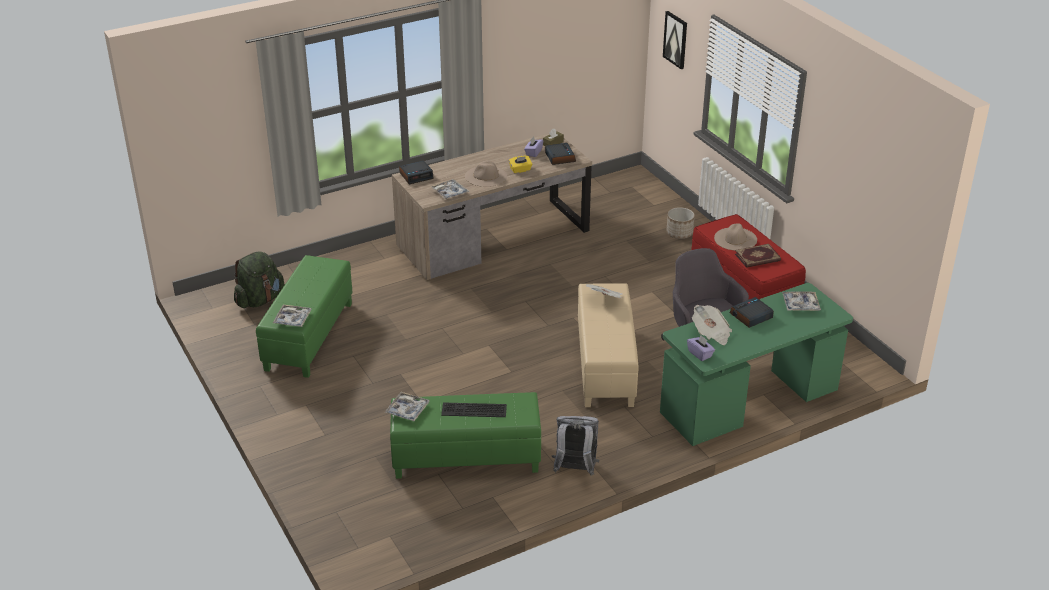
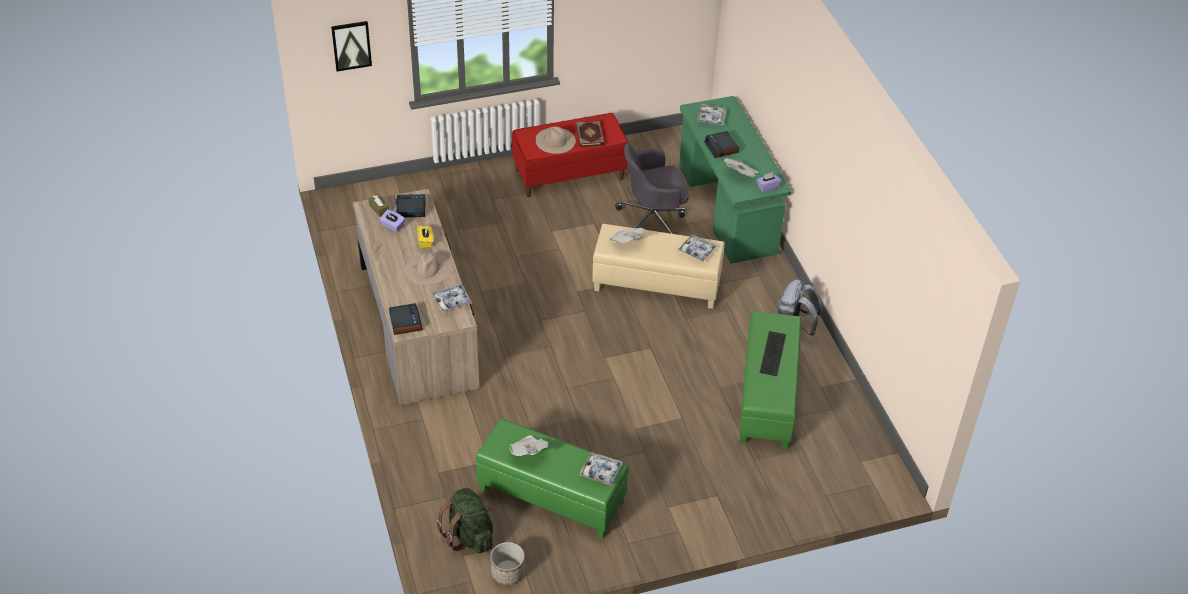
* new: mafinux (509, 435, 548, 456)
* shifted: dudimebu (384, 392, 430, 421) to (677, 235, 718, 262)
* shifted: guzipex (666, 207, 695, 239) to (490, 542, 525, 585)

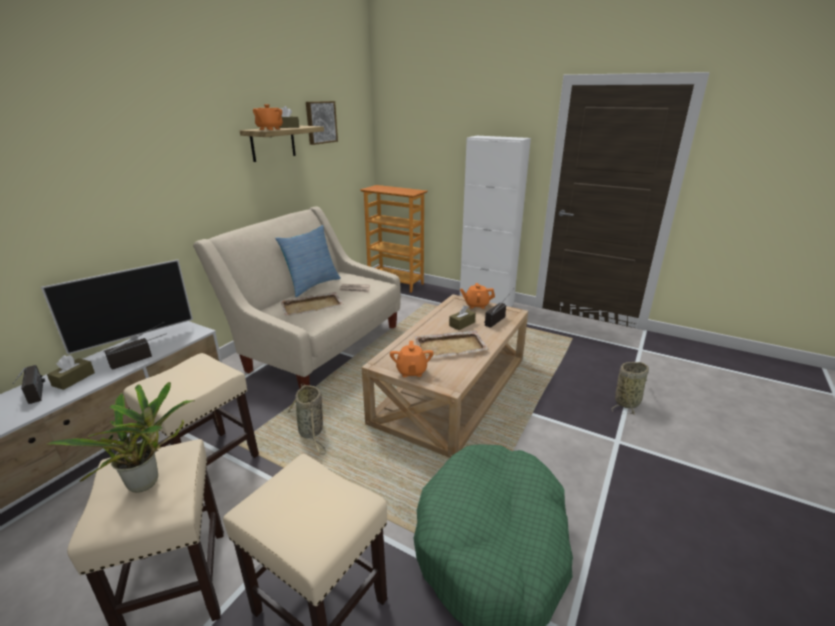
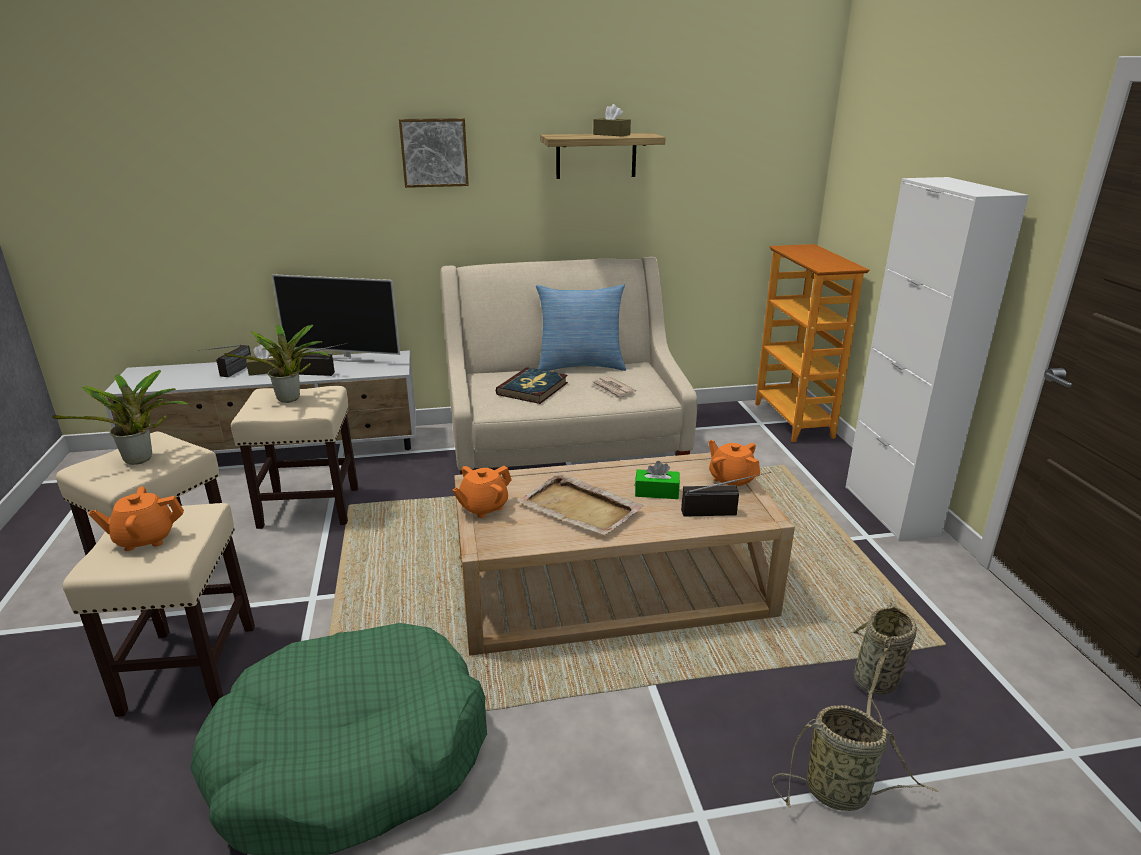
* new: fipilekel (224, 325, 331, 403)
* shifted: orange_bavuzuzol (253, 104, 283, 130) to (88, 487, 184, 551)
* shifted: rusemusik (286, 384, 327, 455) to (850, 600, 917, 724)
* shifted: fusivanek (306, 101, 338, 145) to (399, 118, 469, 188)
* swapped: beige_dudimebu (280, 292, 344, 316) to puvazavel (496, 367, 568, 404)
* repainted: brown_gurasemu (449, 305, 476, 330) to green_gurasemu (635, 461, 680, 499)

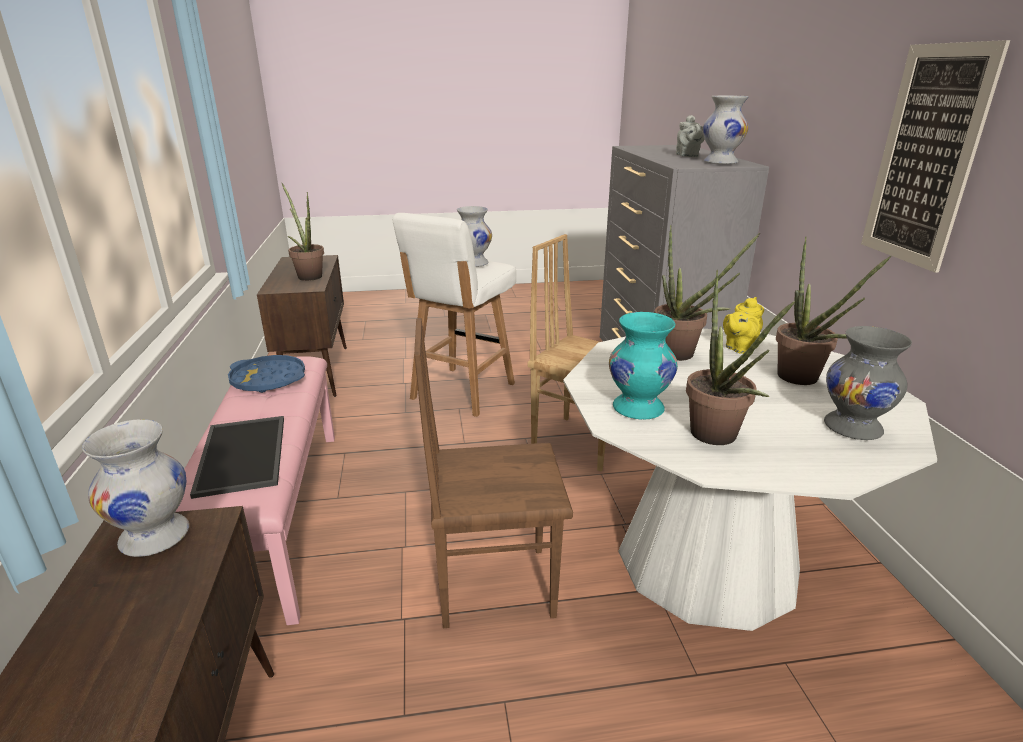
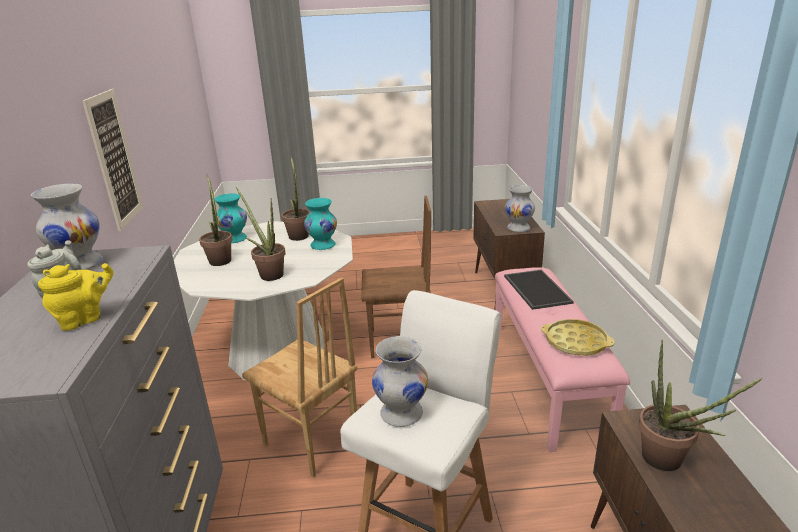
* shifted: yellow_bavuzuzol (723, 297, 764, 354) to (38, 263, 114, 331)
* repainted: blue_dudimebu (228, 355, 305, 393) to yellow_dudimebu (541, 319, 615, 356)
* repainted: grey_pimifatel (824, 326, 912, 440) to turquoise_pimifatel (214, 193, 247, 243)

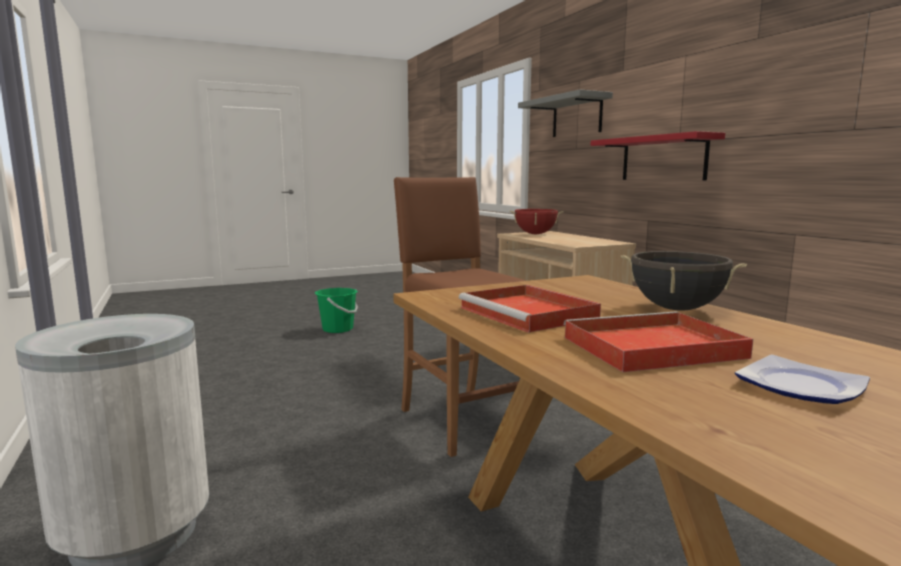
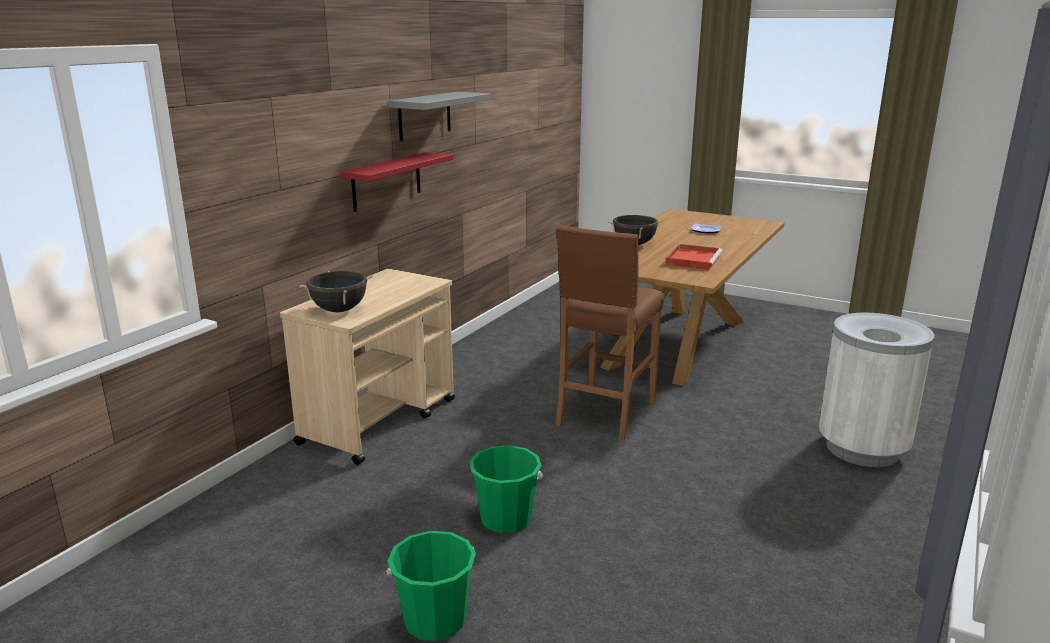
* gone: red_dudimebu (563, 311, 753, 372)
* new: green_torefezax (469, 445, 543, 533)
* shifted: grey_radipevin (518, 89, 613, 137) to (388, 92, 491, 141)
* repainted: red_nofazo (510, 209, 563, 234) to black_nofazo (300, 271, 373, 312)

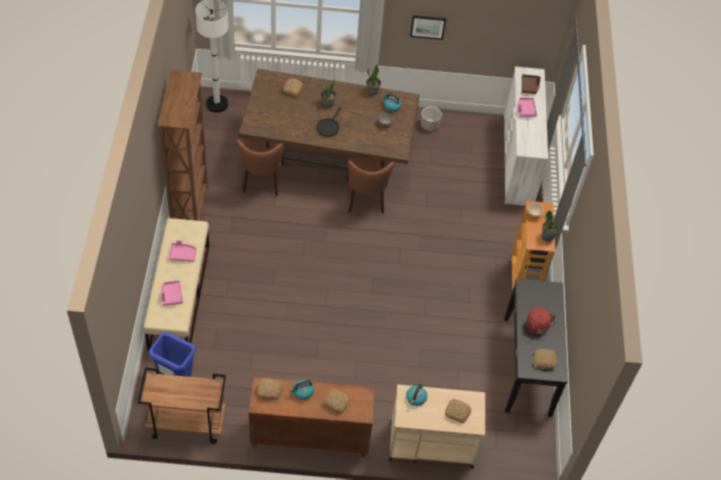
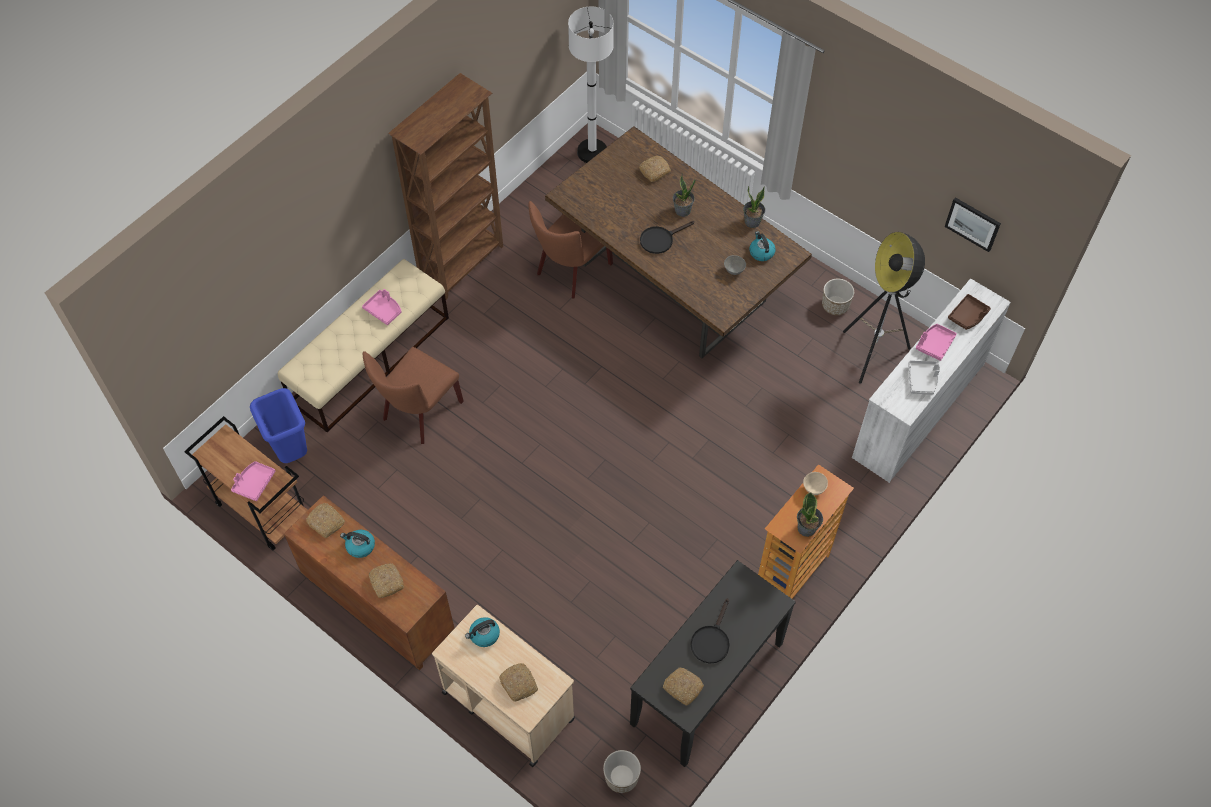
* new: guzipex (603, 750, 641, 793)
* new: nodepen (843, 232, 925, 384)
* new: grey_dudimebu (908, 360, 940, 395)
* shifted: pink_dudimebu (161, 280, 183, 306) to (231, 461, 275, 501)
* shifted: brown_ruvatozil (346, 157, 395, 214) to (363, 347, 464, 444)
* shifted: fusivanek (410, 15, 446, 40) to (945, 197, 1001, 252)
* swapped: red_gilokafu (526, 307, 556, 334) to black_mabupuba (690, 598, 730, 664)

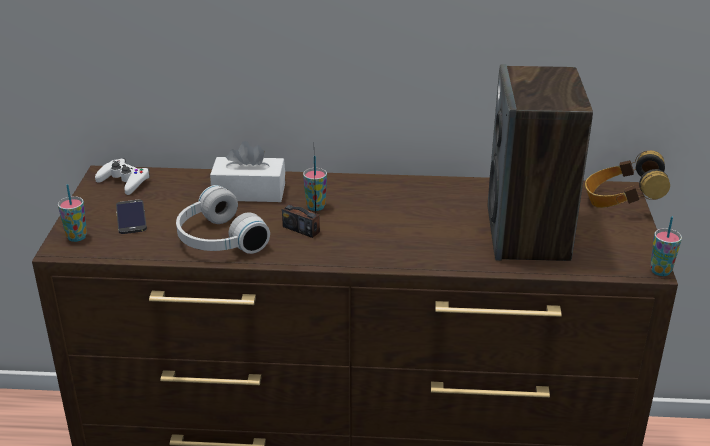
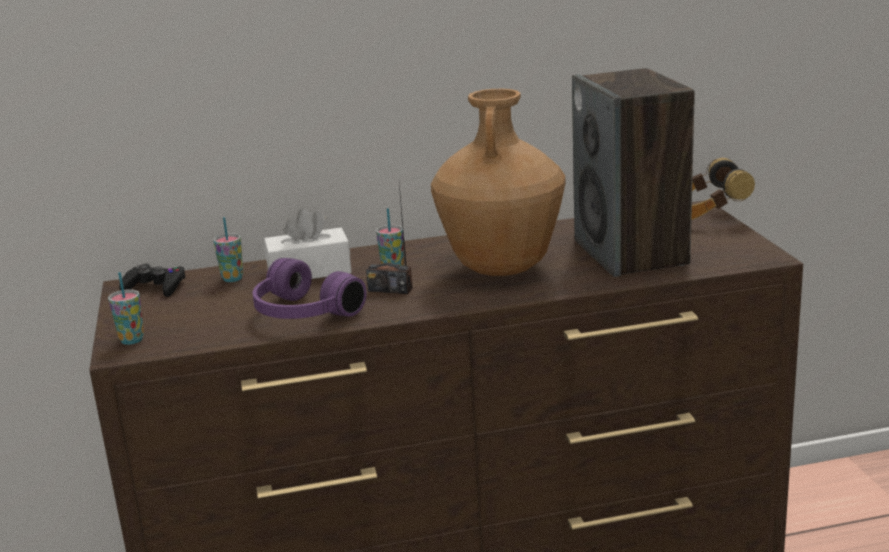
* gone: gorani (116, 200, 147, 234)
* new: brown_pimifatel (431, 89, 565, 276)
* shifted: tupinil (650, 217, 682, 276) to (213, 217, 243, 282)
* repainted: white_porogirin (95, 158, 150, 195) to black_porogirin (119, 264, 185, 297)
* repainted: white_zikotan (176, 185, 270, 254) to purple_zikotan (253, 258, 367, 319)

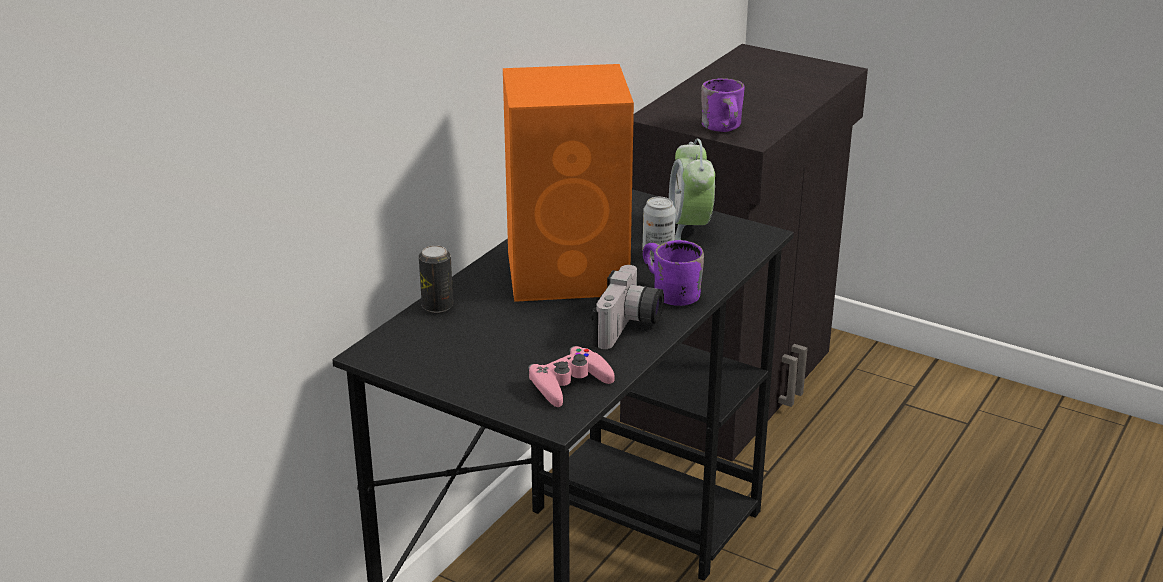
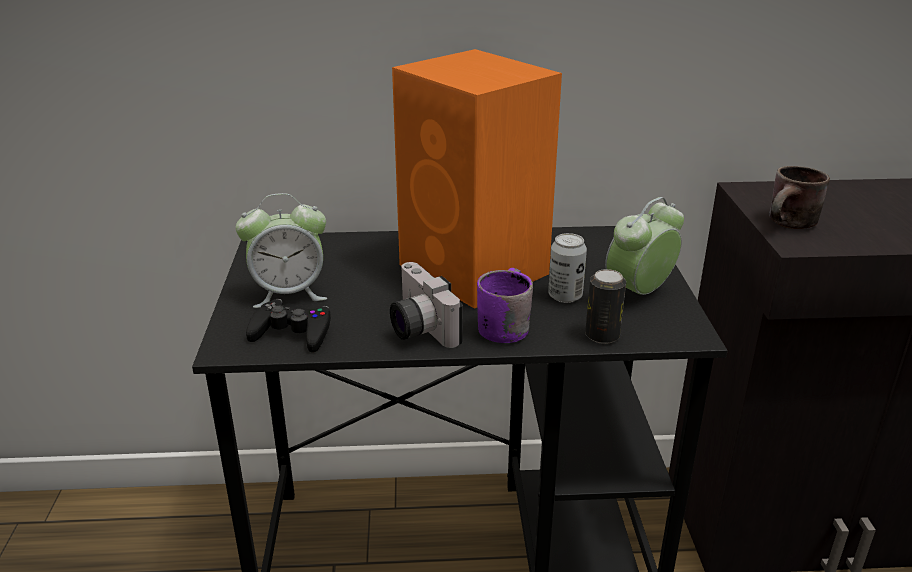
* new: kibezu (236, 193, 327, 308)
* shifted: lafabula (419, 245, 453, 313) to (585, 269, 626, 344)
* repainted: pink_porogirin (528, 346, 615, 407) to black_porogirin (246, 299, 331, 353)
* repainted: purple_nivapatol (701, 78, 745, 132) to brown_nivapatol (769, 166, 830, 229)
* rotated: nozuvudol (592, 265, 664, 349) = (390, 262, 463, 348) 75 degrees clockwise

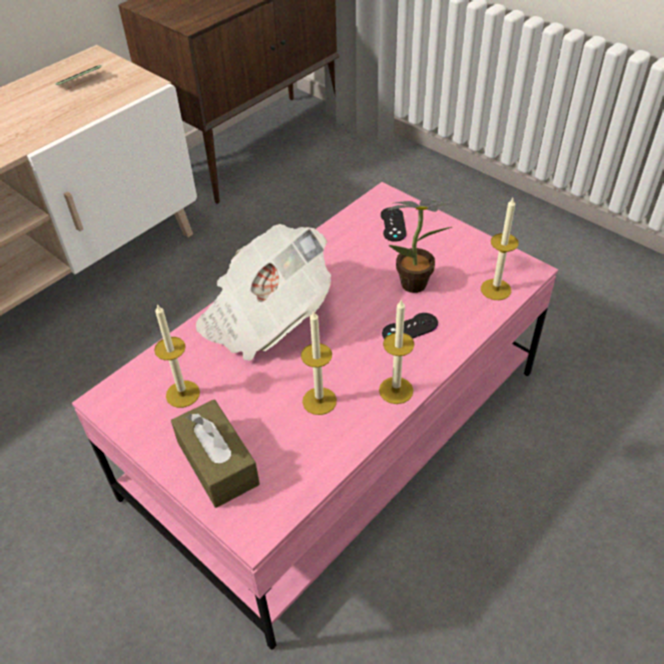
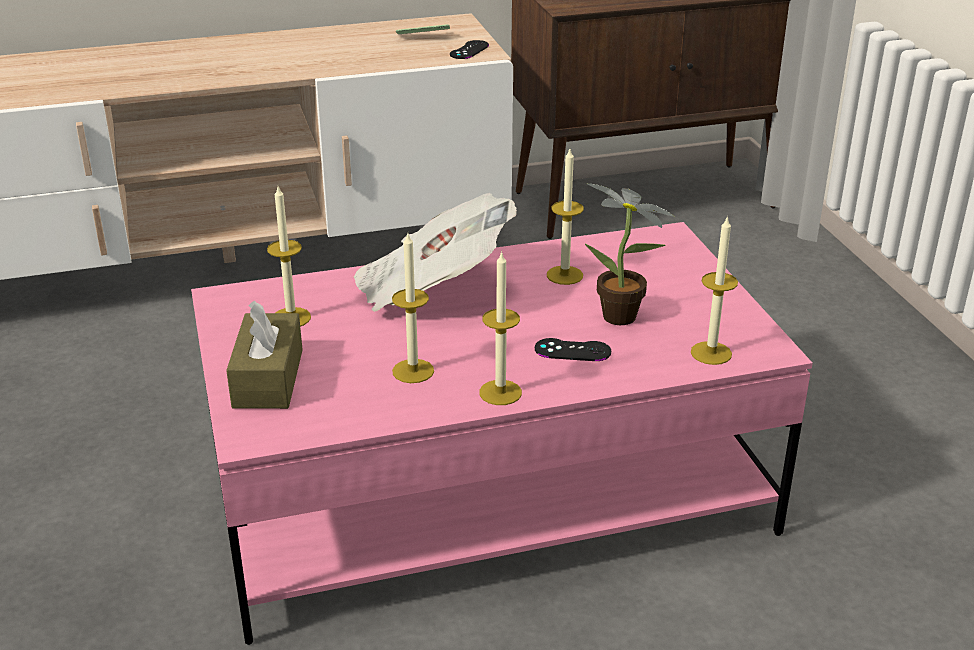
* new: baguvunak (547, 149, 584, 285)
* shifted: black_porogirin (381, 207, 406, 242) to (450, 40, 489, 59)

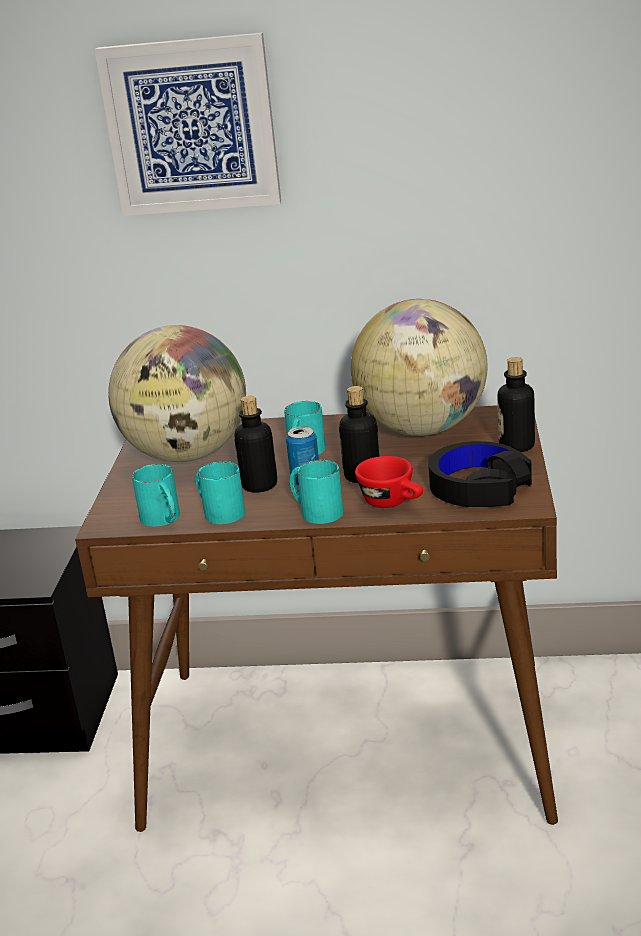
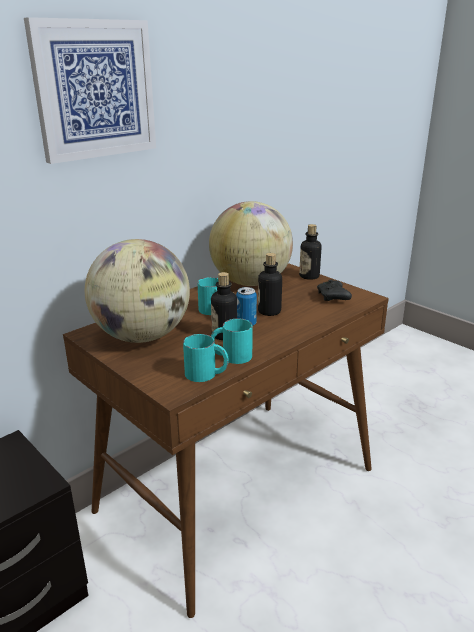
* gone: turquoise_nivapatol (290, 460, 343, 524)
* gone: red_tupinil (355, 456, 423, 508)
* swapped: black_zikotan (428, 441, 532, 507) to black_porogirin (317, 279, 352, 301)

